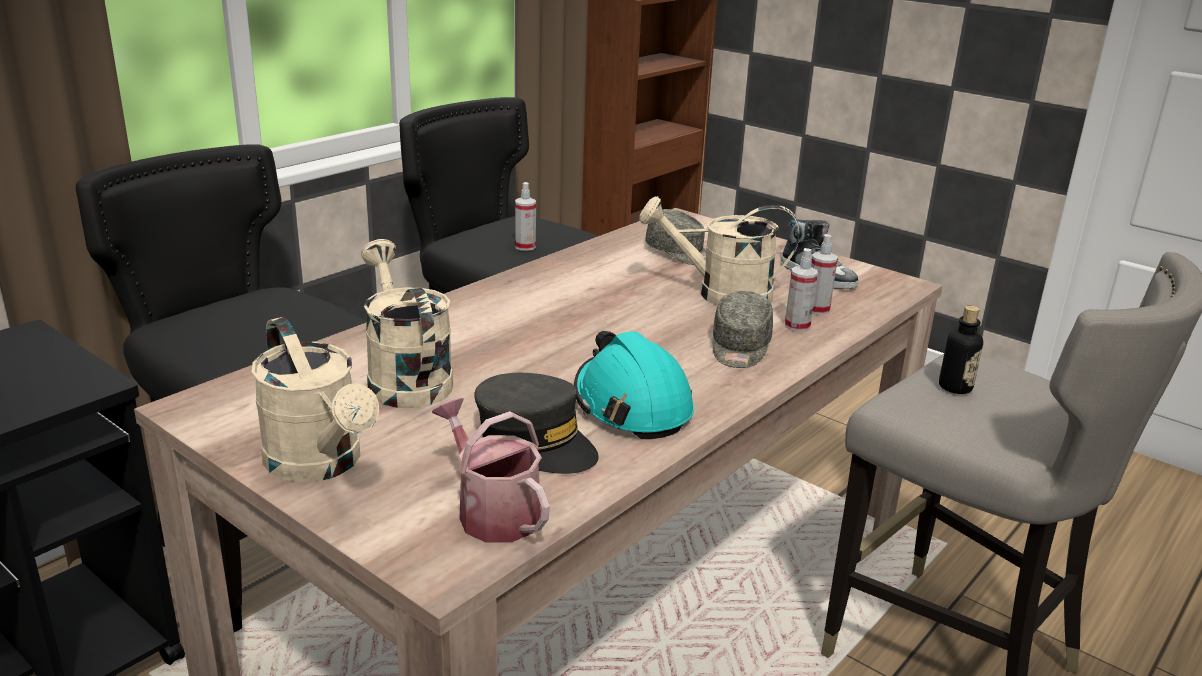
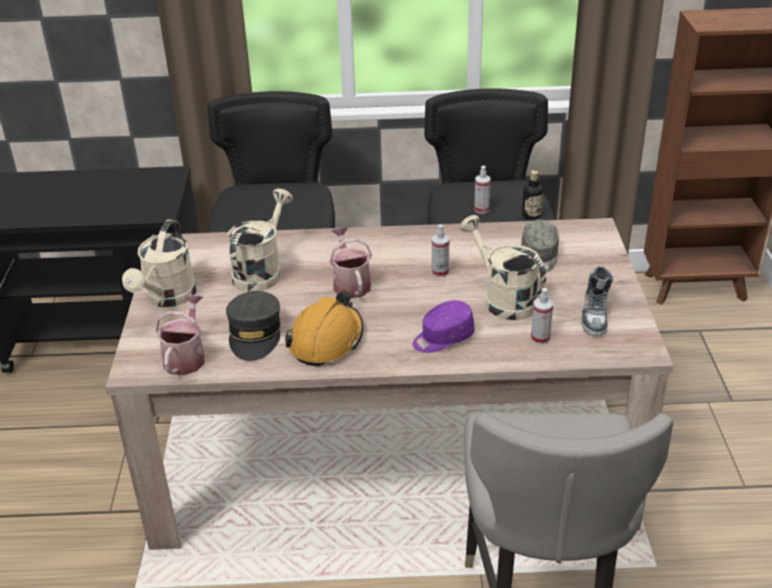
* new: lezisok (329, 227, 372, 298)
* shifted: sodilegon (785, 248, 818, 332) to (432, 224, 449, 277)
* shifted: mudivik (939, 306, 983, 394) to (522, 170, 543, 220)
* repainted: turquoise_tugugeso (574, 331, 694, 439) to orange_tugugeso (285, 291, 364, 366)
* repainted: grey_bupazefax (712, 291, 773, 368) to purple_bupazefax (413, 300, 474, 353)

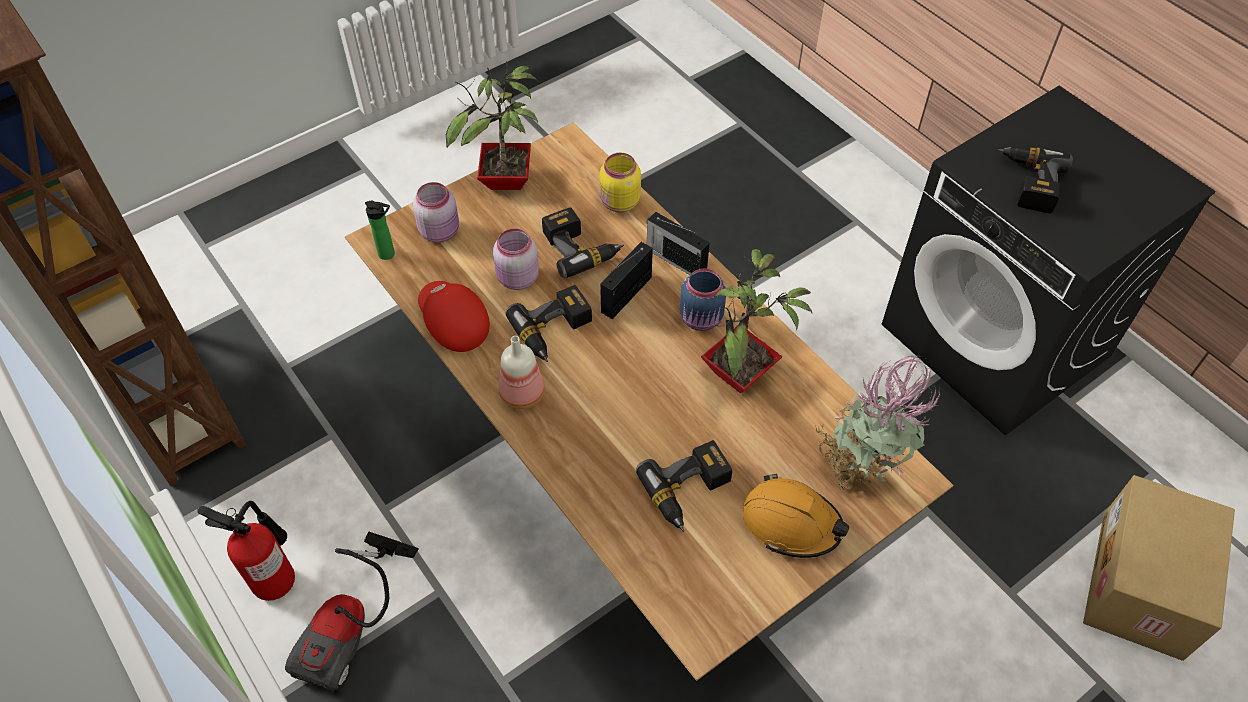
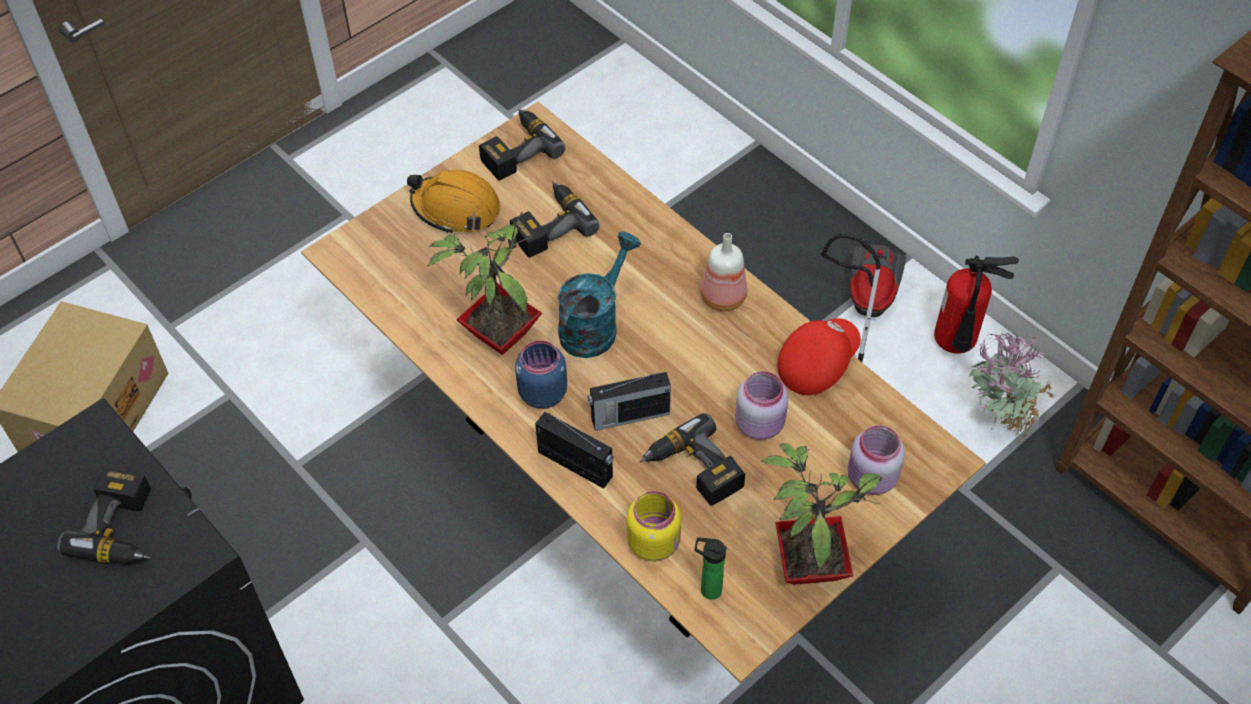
* new: turquoise_lezisok (558, 232, 641, 358)
* shifted: mudivik (365, 201, 395, 260) to (695, 537, 727, 600)
* shifted: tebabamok (506, 285, 592, 362) to (479, 108, 565, 181)
* shifted: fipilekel (815, 356, 940, 495) to (969, 332, 1055, 443)
* rotated: red_bupazefax (418, 281, 490, 352) = (777, 318, 861, 395) 90 degrees counterclockwise
* rotated: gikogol (600, 242, 653, 319) = (588, 372, 671, 431) 45 degrees clockwise

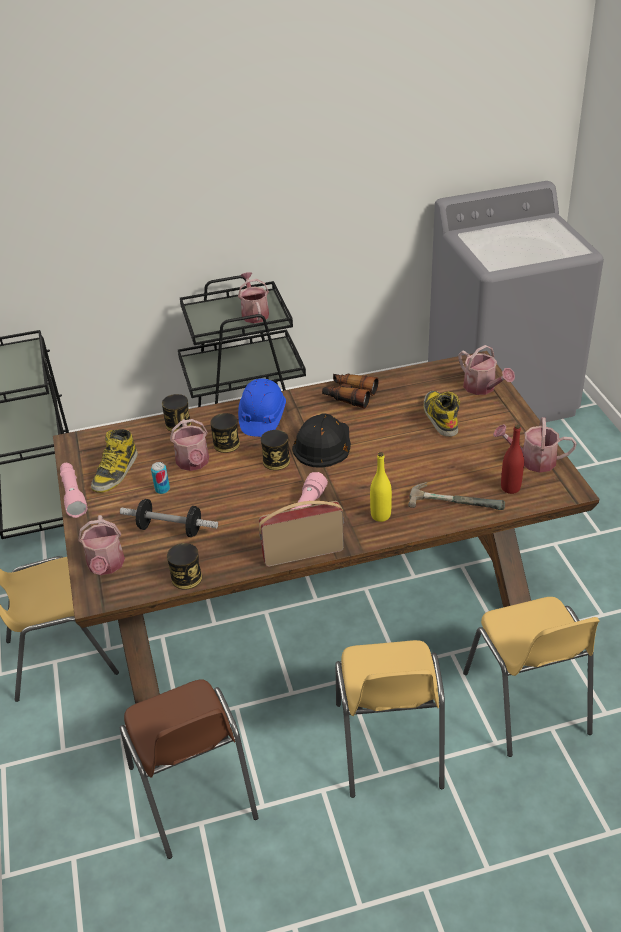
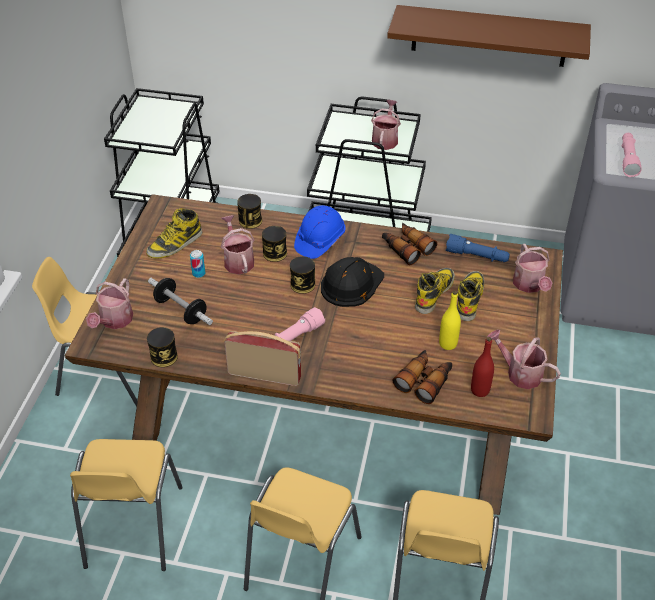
* new: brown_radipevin (387, 5, 591, 67)
* new: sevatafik (415, 268, 455, 314)
* new: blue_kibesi (446, 234, 510, 262)
* shifted: pink_kibesi (60, 463, 87, 518) to (621, 133, 642, 177)
* shifted: yellow_mudivik (370, 452, 392, 522) to (439, 291, 461, 350)
* swapped: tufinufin (408, 482, 505, 510) to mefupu (392, 350, 452, 404)
* repainted: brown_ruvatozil (120, 679, 259, 859) to yellow_ruvatozil (70, 439, 183, 571)
* rotated: lezisok (170, 419, 209, 471) = (221, 215, 254, 274) 150 degrees clockwise

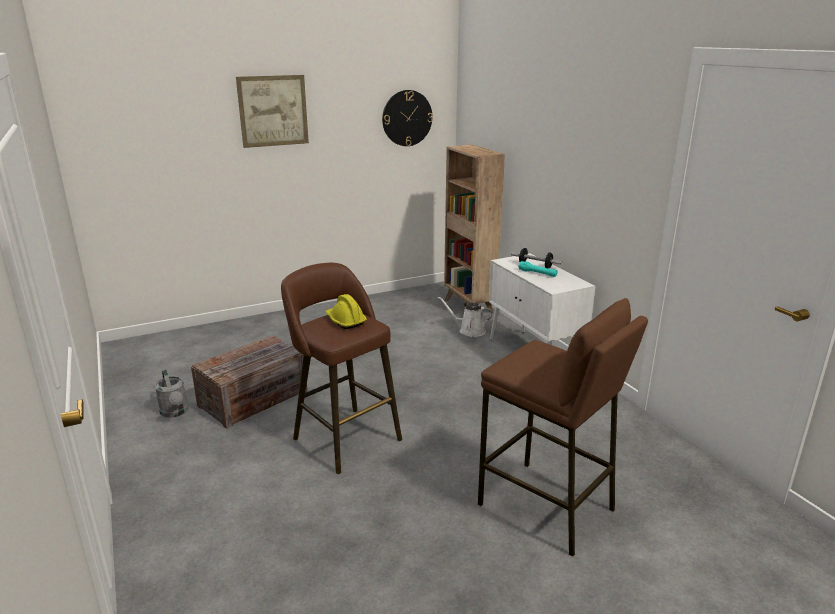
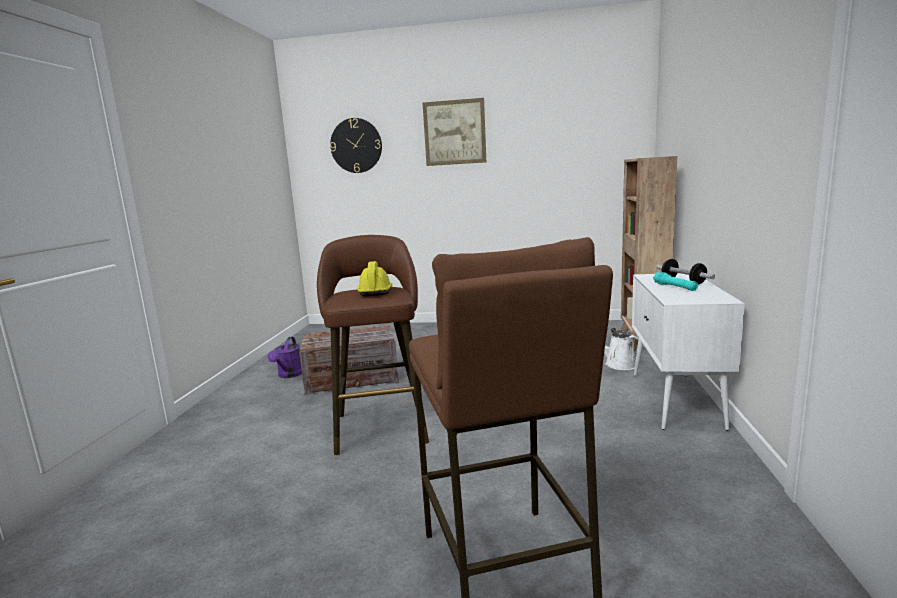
* shifted: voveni (382, 90, 433, 146) to (330, 118, 382, 173)
* repainted: grey_lezisok (154, 370, 189, 418) to purple_lezisok (268, 337, 302, 378)

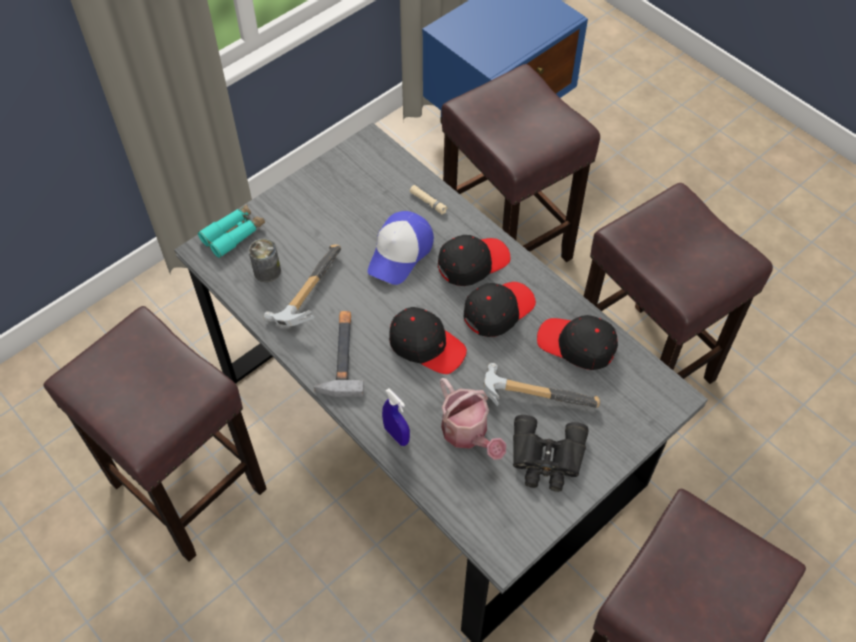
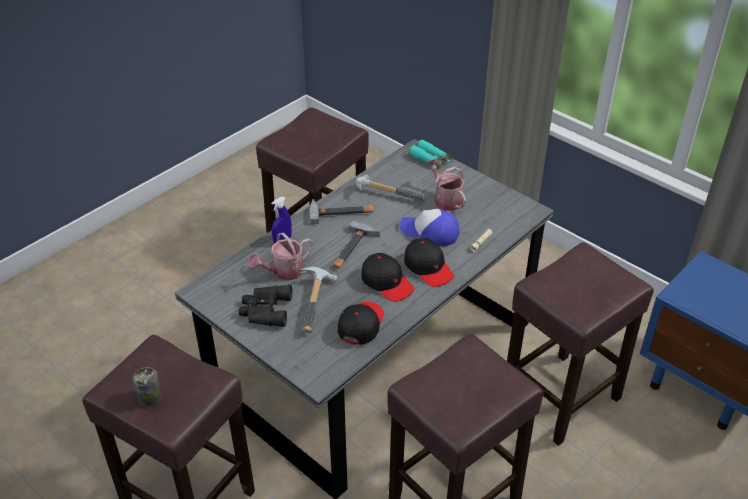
* new: lezisok (426, 158, 466, 211)
* shifted: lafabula (248, 238, 281, 282) to (132, 367, 162, 407)
* swapped: black_bupazefax (389, 307, 467, 374) to tufinufin (333, 221, 380, 269)

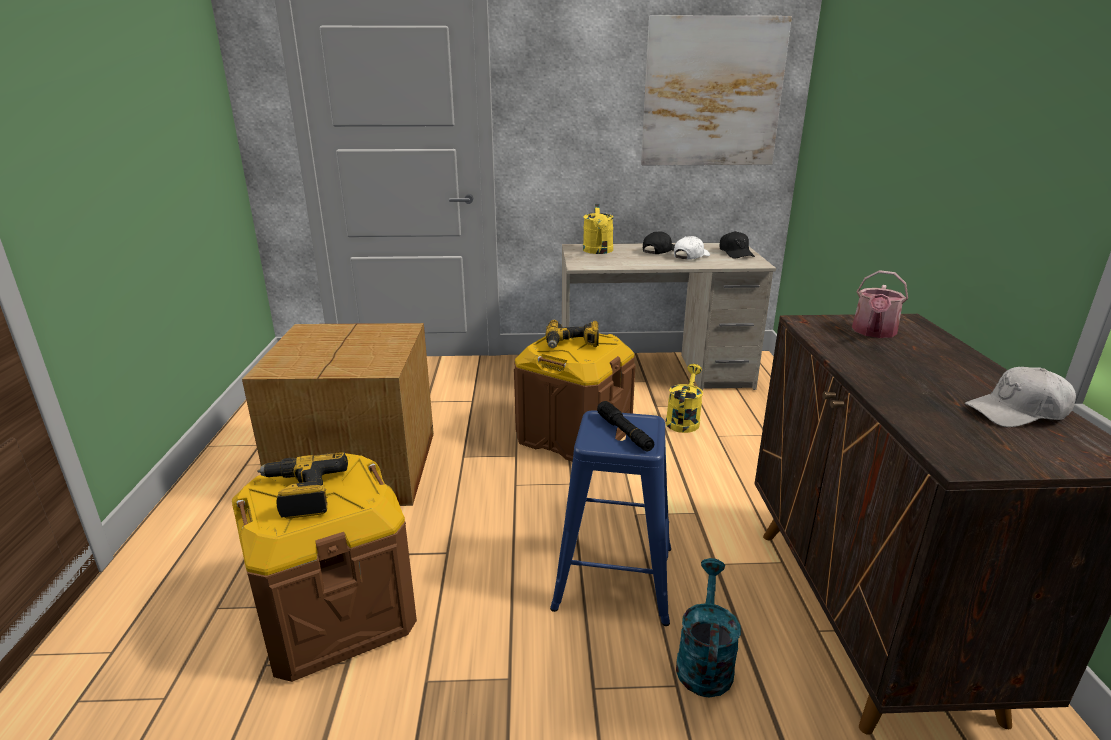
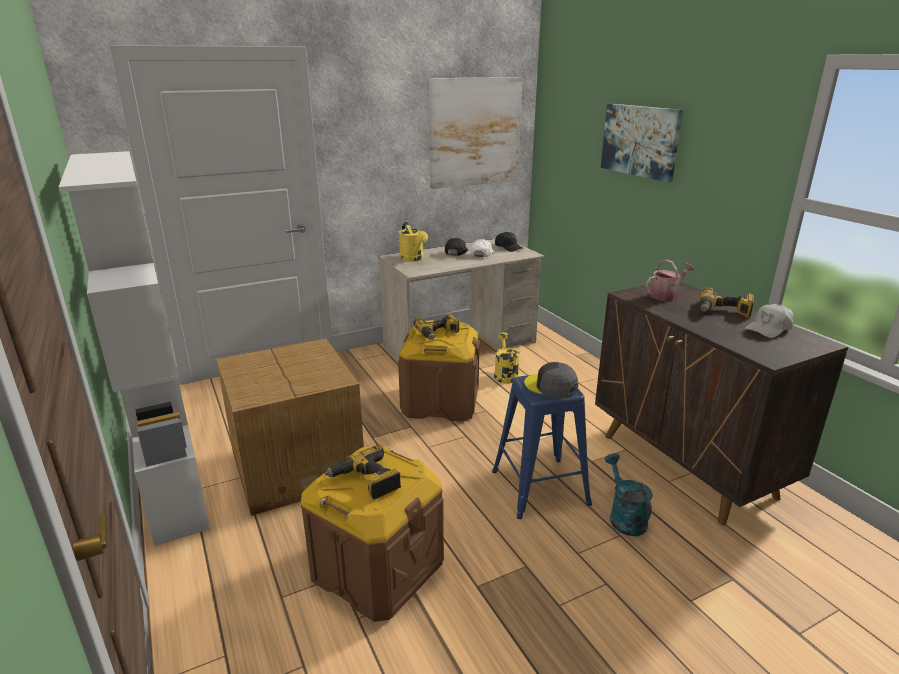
* new: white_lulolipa (59, 151, 210, 546)
* new: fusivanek (601, 104, 683, 182)
* new: tebabamok (699, 287, 755, 318)
* swapped: black_kibesi (597, 401, 654, 451) to grey_bupazefax (524, 362, 578, 399)
* rotated: lezisok (852, 270, 908, 338) = (646, 259, 694, 301) 120 degrees counterclockwise

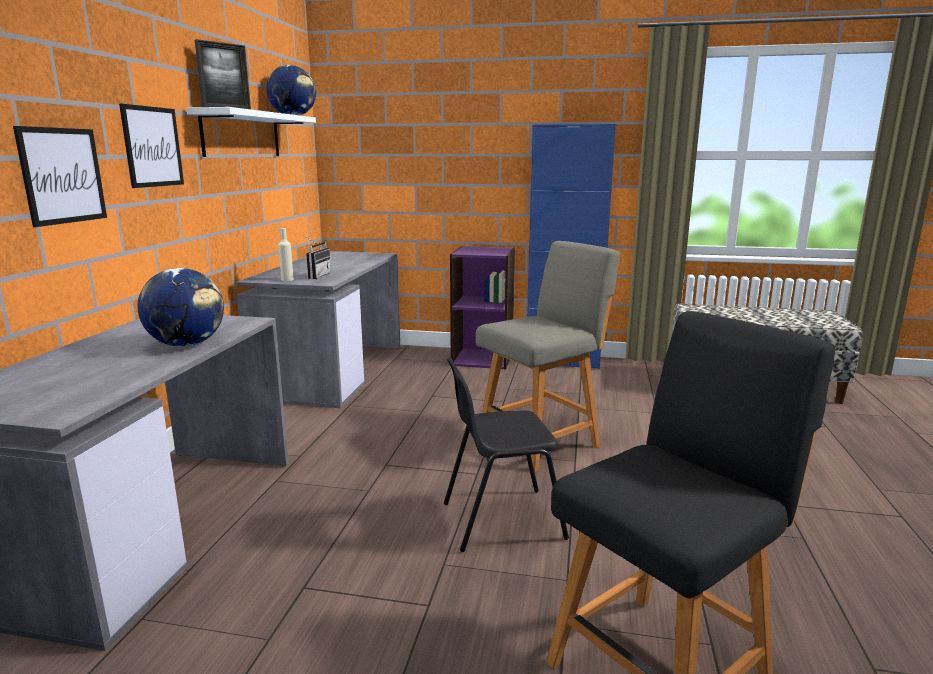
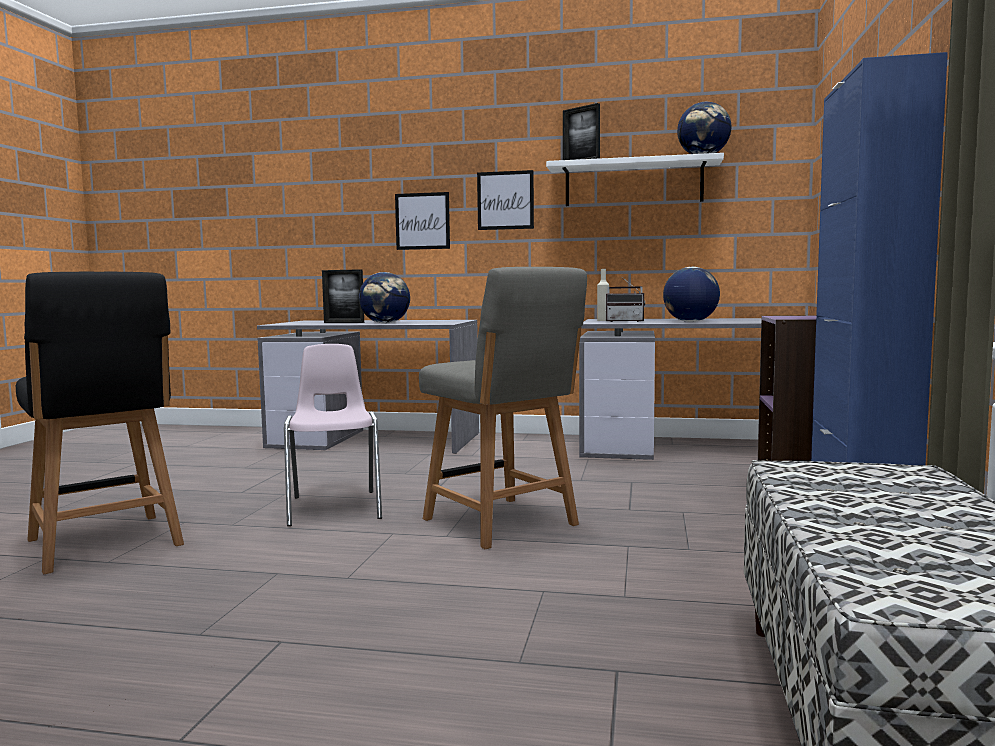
* new: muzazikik (322, 269, 364, 323)
* new: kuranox (663, 267, 720, 322)
* repainted: black_ruvatozil (444, 358, 569, 552) to pink_ruvatozil (284, 344, 382, 526)

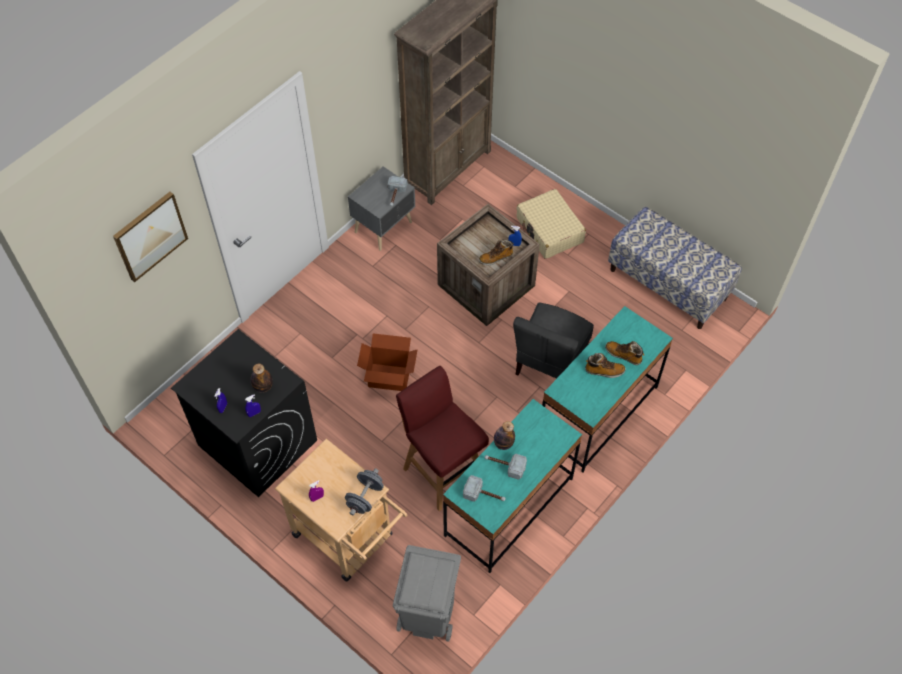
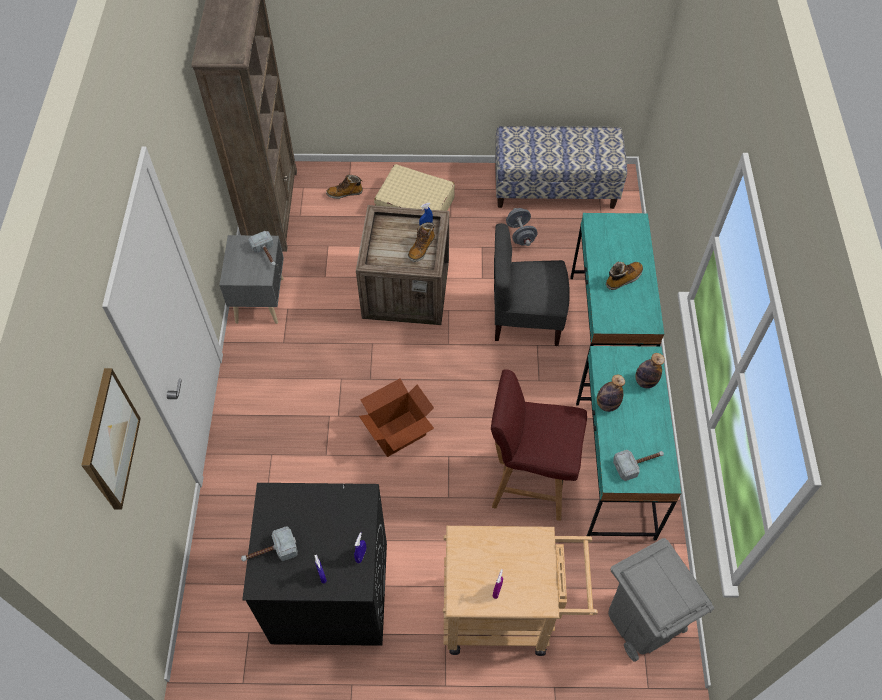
* shifted: mudivik (251, 364, 273, 393) to (635, 353, 665, 388)
* shifted: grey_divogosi (345, 468, 384, 516) to (506, 208, 538, 246)
* shifted: tufinufin (485, 454, 527, 480) to (241, 526, 298, 562)
* shifted: sevatafik (605, 341, 644, 365) to (326, 175, 363, 199)
* rotated: grey_ruvatozil (513, 303, 594, 379) = (494, 223, 570, 346) 105 degrees clockwise

